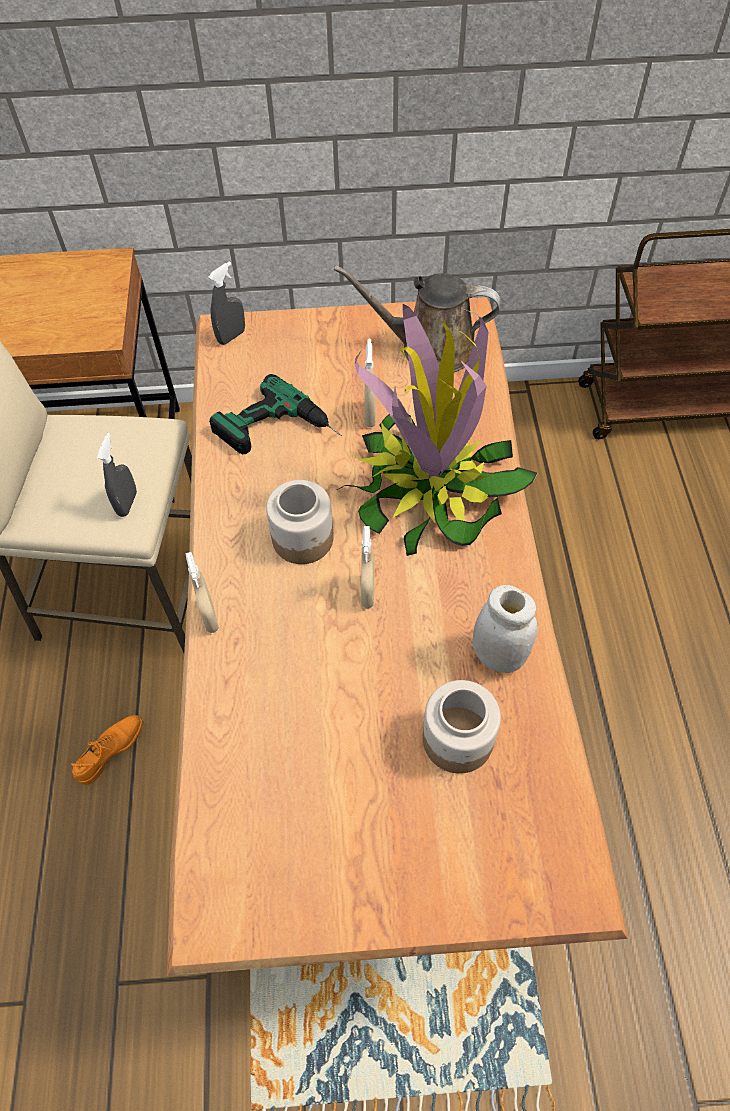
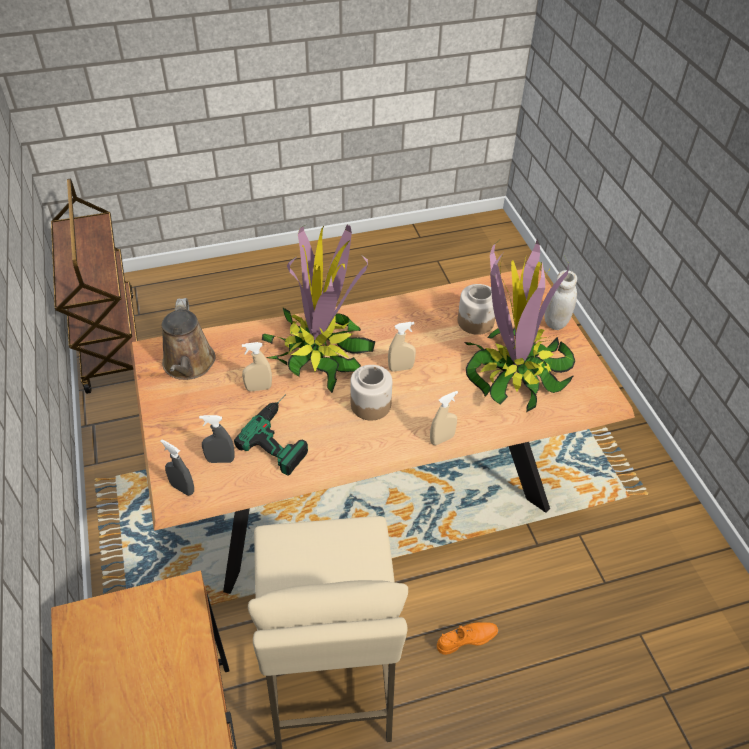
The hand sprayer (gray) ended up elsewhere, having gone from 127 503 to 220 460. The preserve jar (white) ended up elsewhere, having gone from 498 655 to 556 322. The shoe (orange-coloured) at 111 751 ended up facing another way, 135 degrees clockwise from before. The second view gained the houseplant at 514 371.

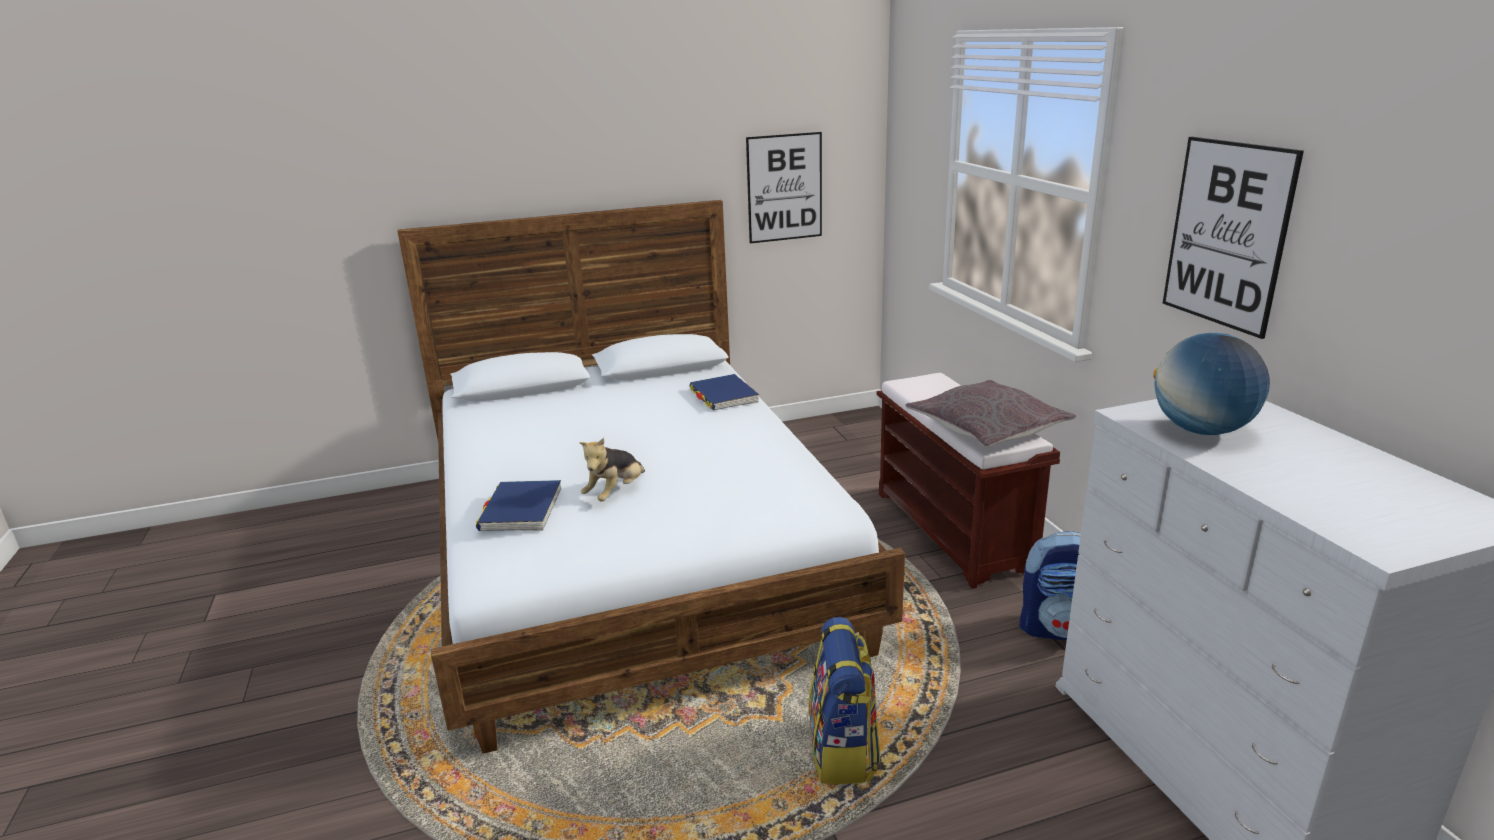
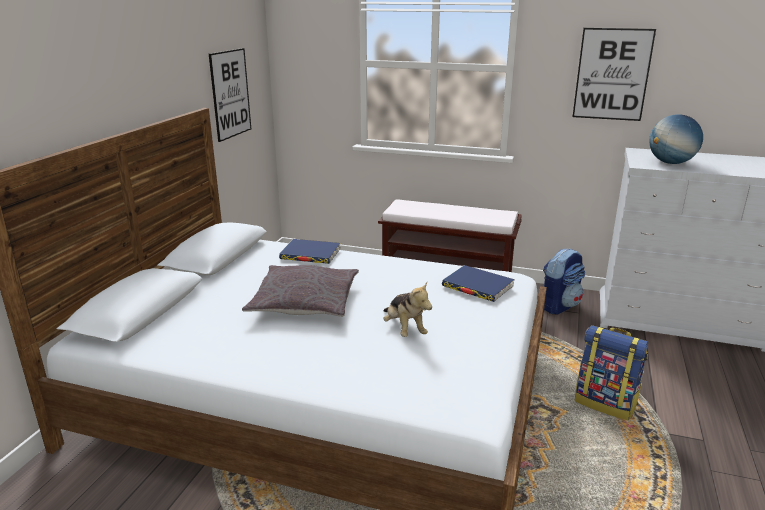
The cushion (gray) ended up elsewhere, having gone from 987 427 to 304 302. The volume (blue) ended up elsewhere, having gone from 521 510 to 477 286.

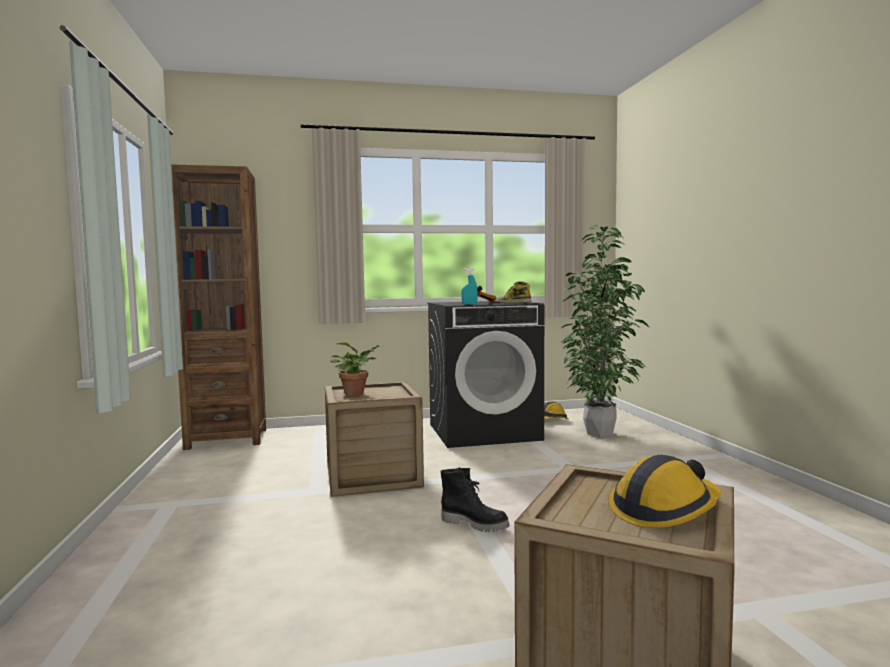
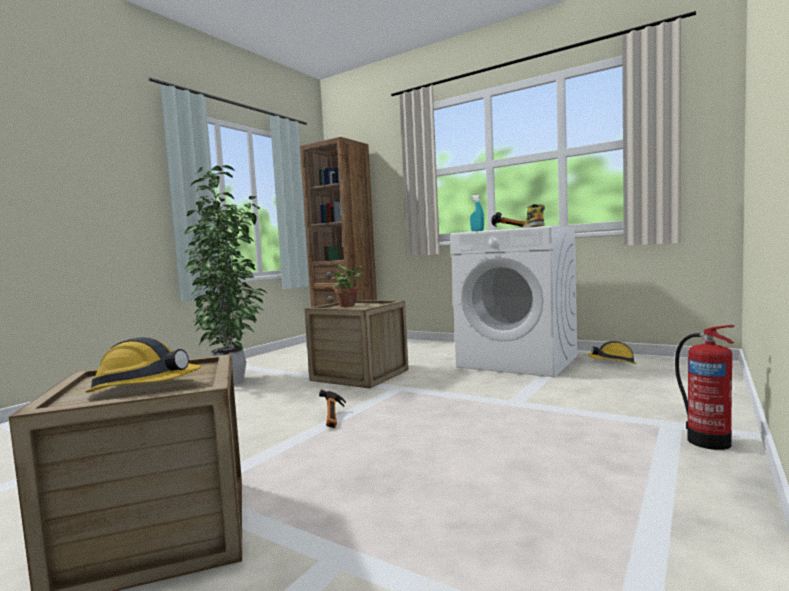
The houseplant ended up elsewhere, having gone from 602 433 to 233 381. What was the washing machine (black-coloured) at 484 432 turned into the washing machine (white) at 519 361. Where the high-top boot (black-coloured) stood at 475 524, the hammer came to stand at 335 418. The second view gained the extinguisher at 706 440.

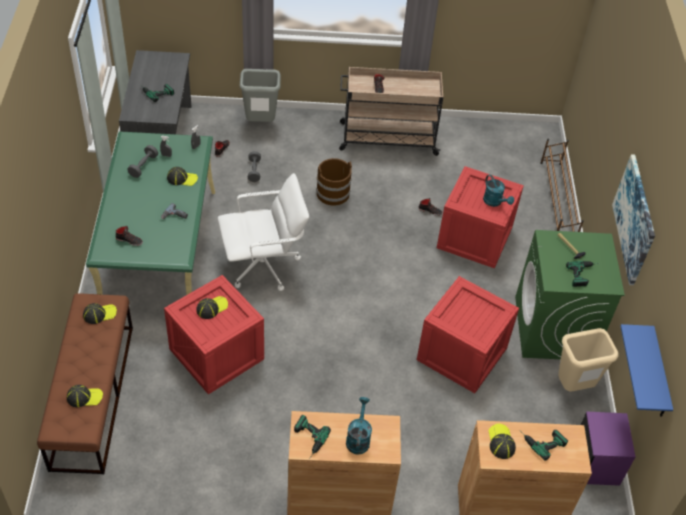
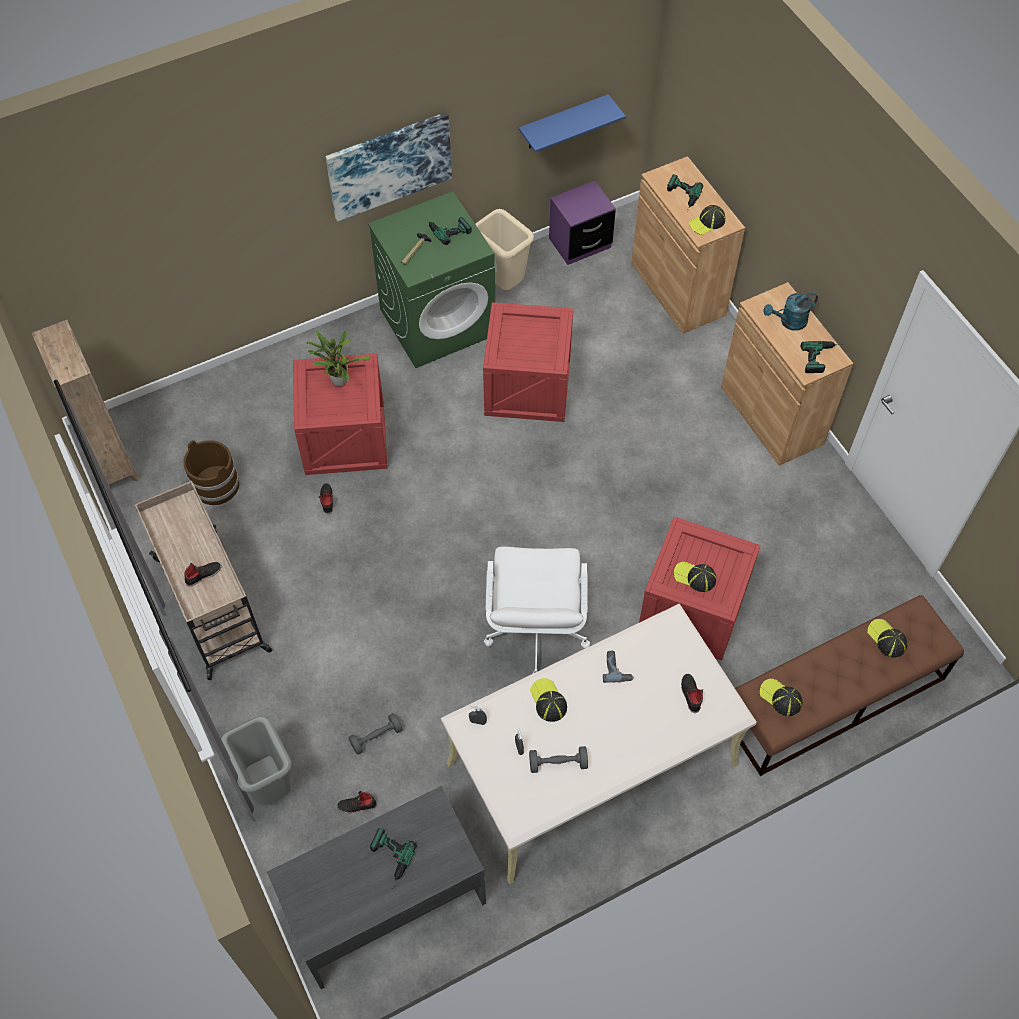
What was the desk table (green) at 160 251 turned into the desk table (beige-coloured) at 591 765. The second view lost the shoe shelf (brown) at 557 202. The pail (brown) ended up elsewhere, having gone from 333 193 to 215 485. The computer chair (white) at 263 266 ended up facing another way, 135 degrees counterclockwise from before. Where the sprinkling can (turquoise-coloured) stood at 495 202, the houseplant came to stand at 338 379. The second view gained the bookcase (brown) at 113 463.

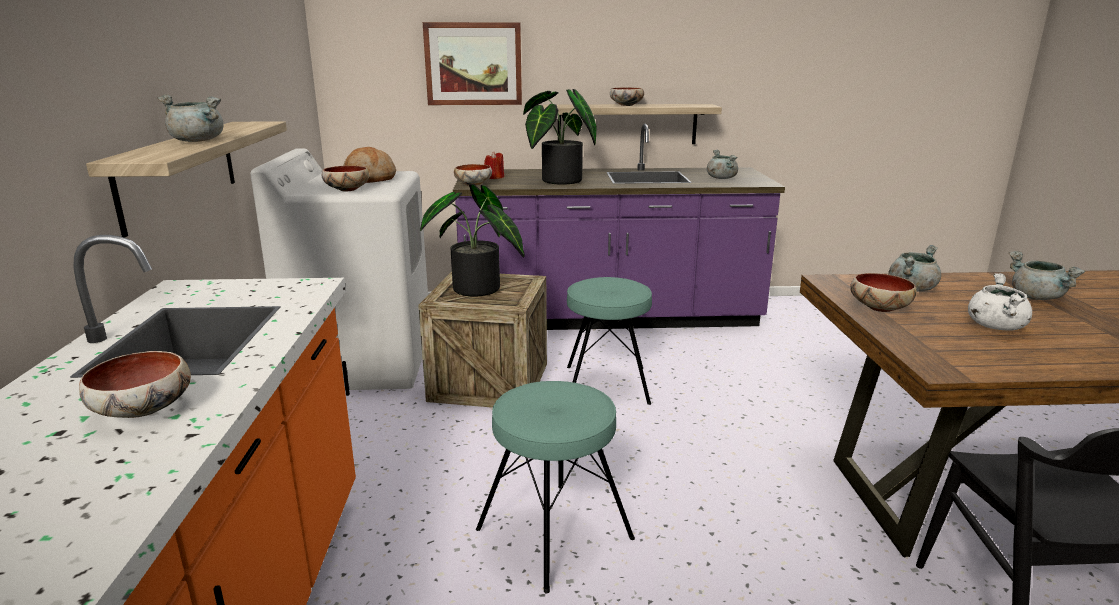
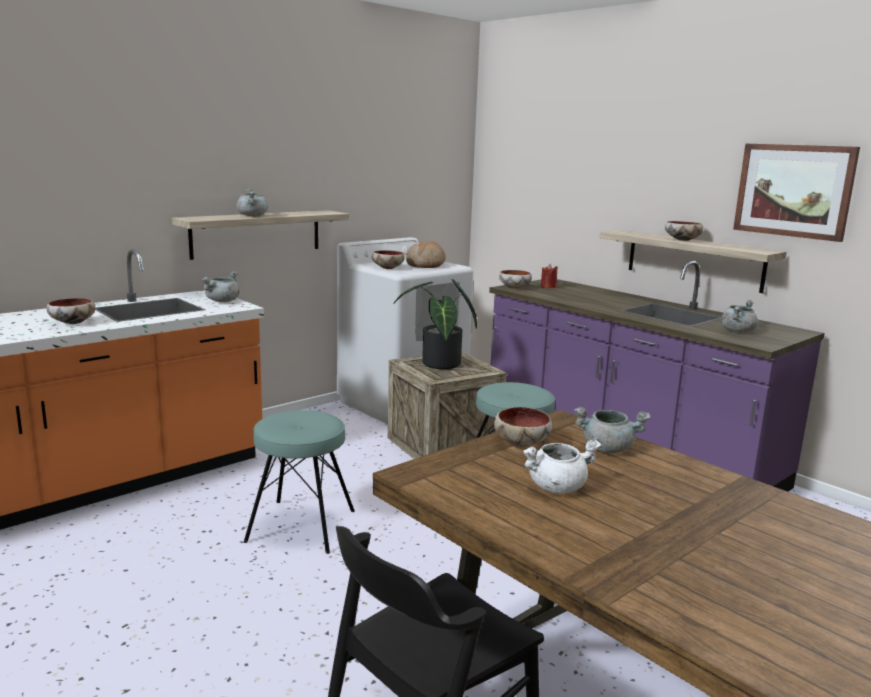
The wall picture ended up elsewhere, having gone from 473 64 to 793 190. The second view lost the houseplant at 557 181. The stockpot (gray) ended up elsewhere, having gone from 1037 298 to 222 301.

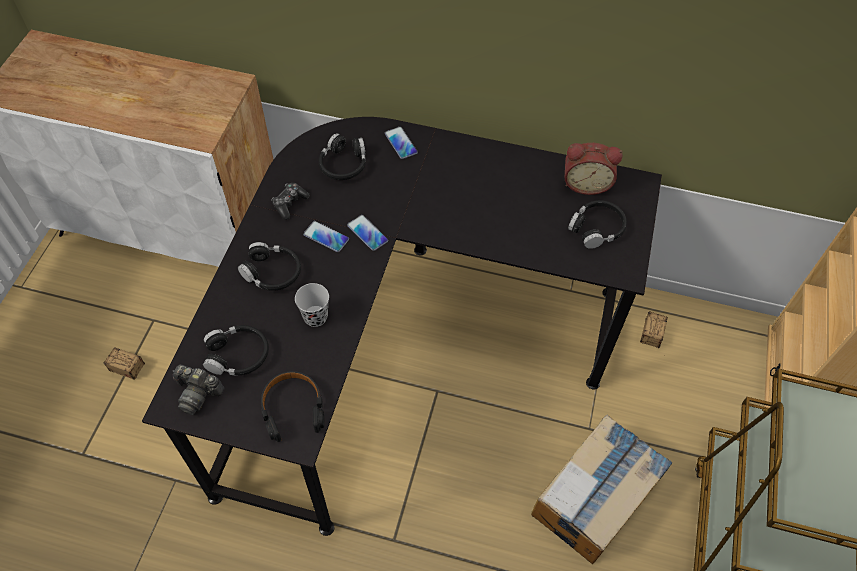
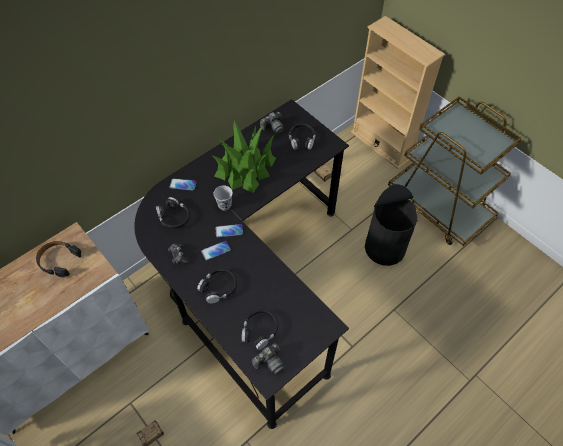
Where the alarm clock stood at 586 183, the still camera came to stand at 273 127. The small cup (black-coloured) ended up elsewhere, having gone from 315 317 to 224 205. The headset (black-coloured) ended up elsewhere, having gone from 293 408 to 59 260. Where the packing box stood at 596 496, the trash can (black-coloured) came to stand at 385 247. The second view gained the houseplant at 245 168.

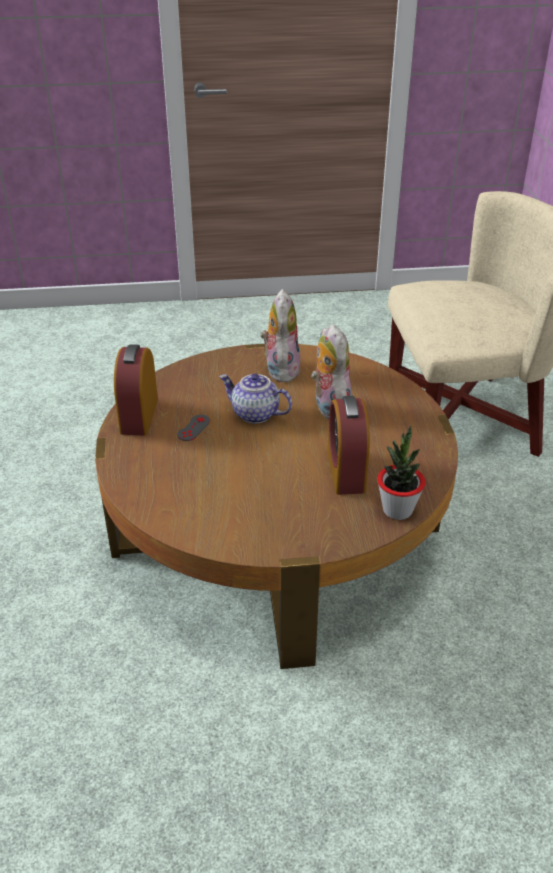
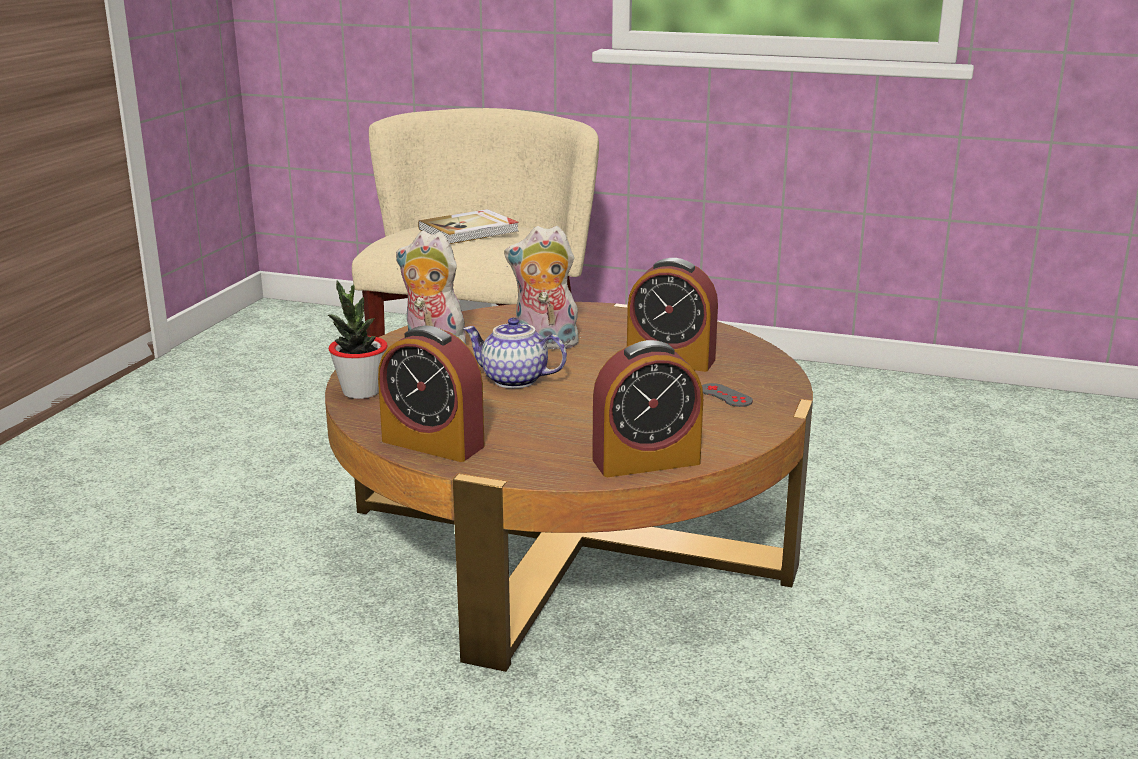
The tea pot at 254 414 ended up facing another way, 60 degrees clockwise from before. The gamepad (gray) ended up elsewhere, having gone from 194 428 to 725 395. The houseplant ended up elsewhere, having gone from 397 510 to 361 392. The second view gained the volume at 470 230. The second view gained the alarm clock at 646 461.

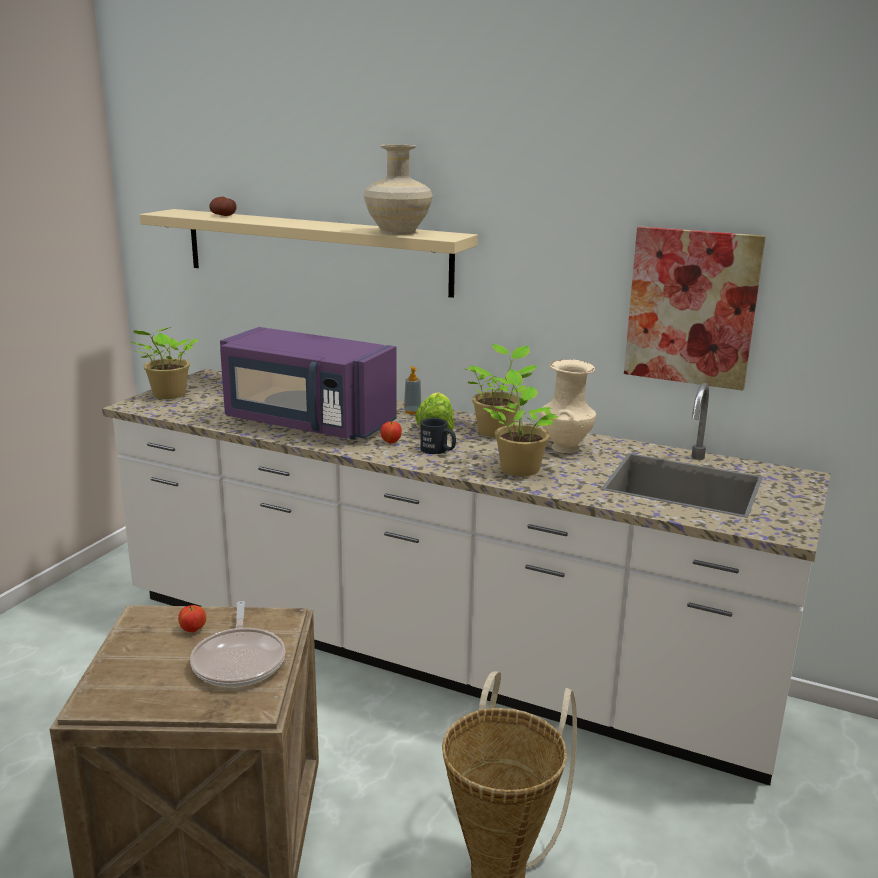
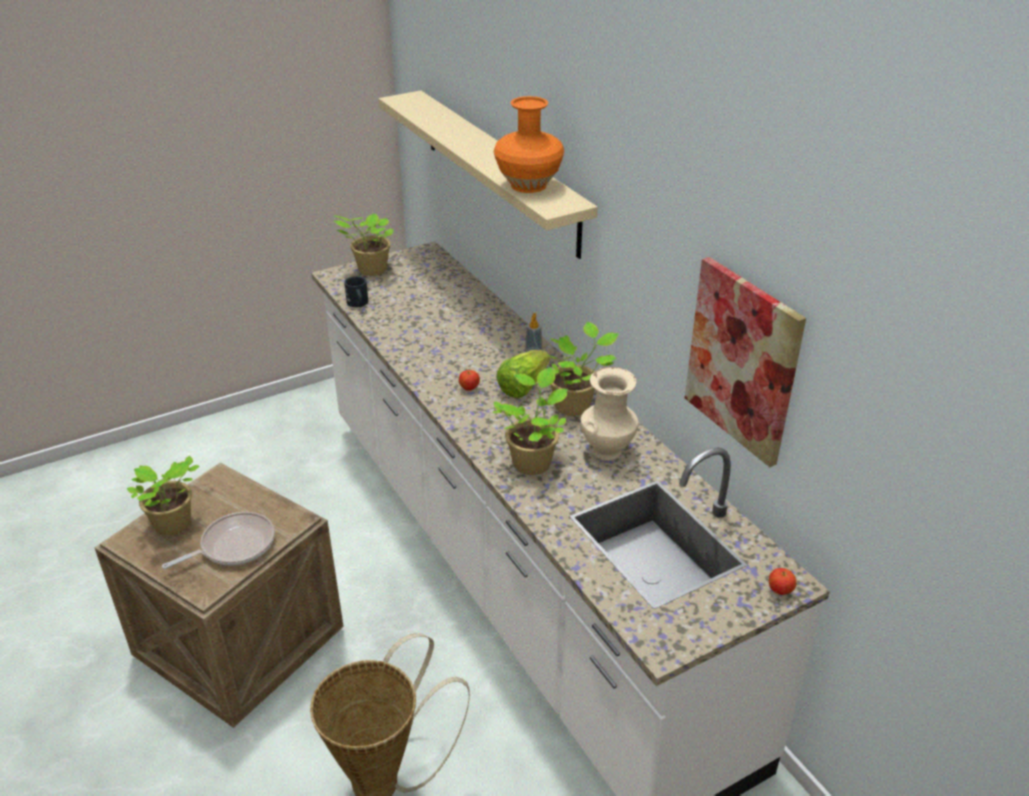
What was the flower vase (beige-coloured) at 399 232 turned into the flower vase (orange-coloured) at 529 185. The second view lost the spud at 223 215. The second view lost the kitchen microwave (purple) at 306 423. The mug (black-coloured) ended up elsewhere, having gone from 438 450 to 358 304. The frying pan at 239 660 ended up facing another way, 150 degrees counterclockwise from before. The whole apple ended up elsewhere, having gone from 193 630 to 780 591. The second view gained the houseplant at 173 525.

